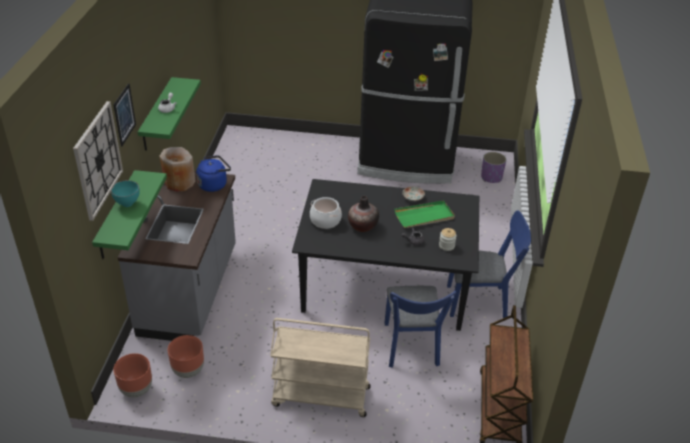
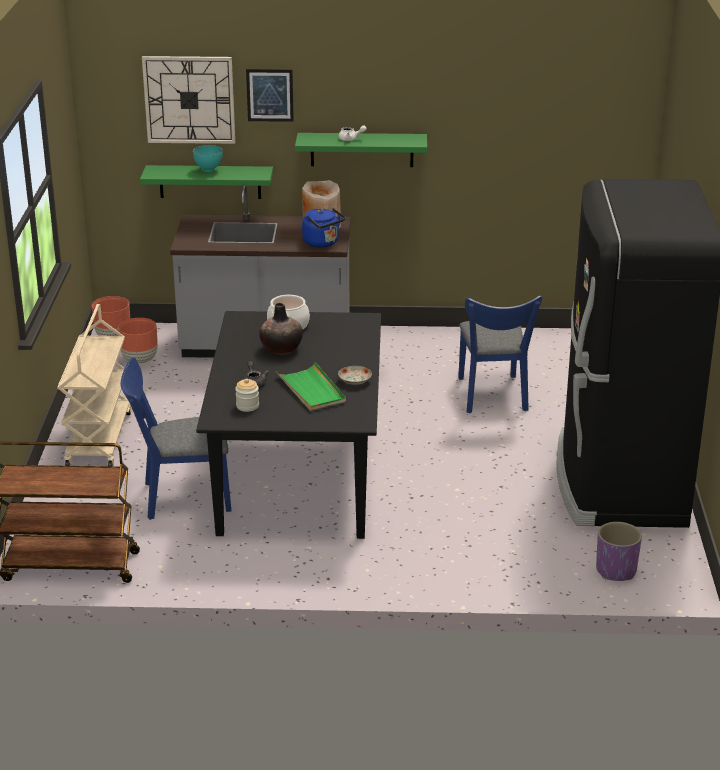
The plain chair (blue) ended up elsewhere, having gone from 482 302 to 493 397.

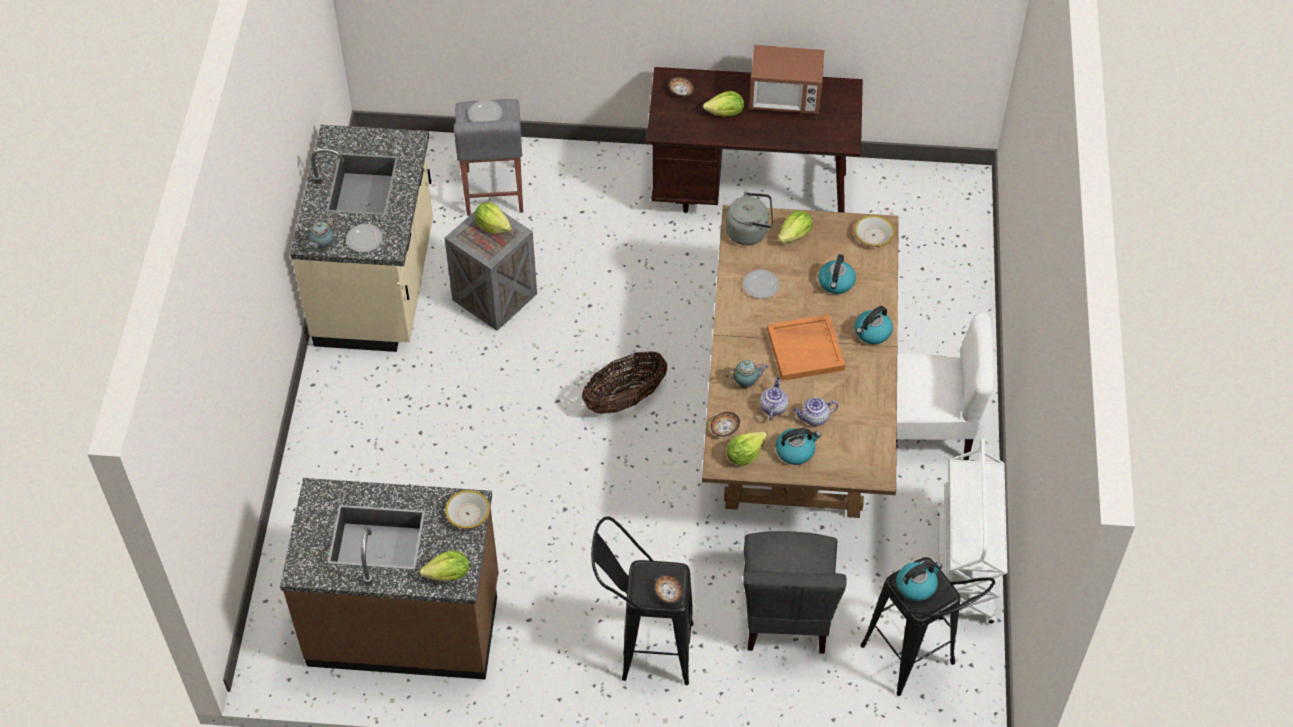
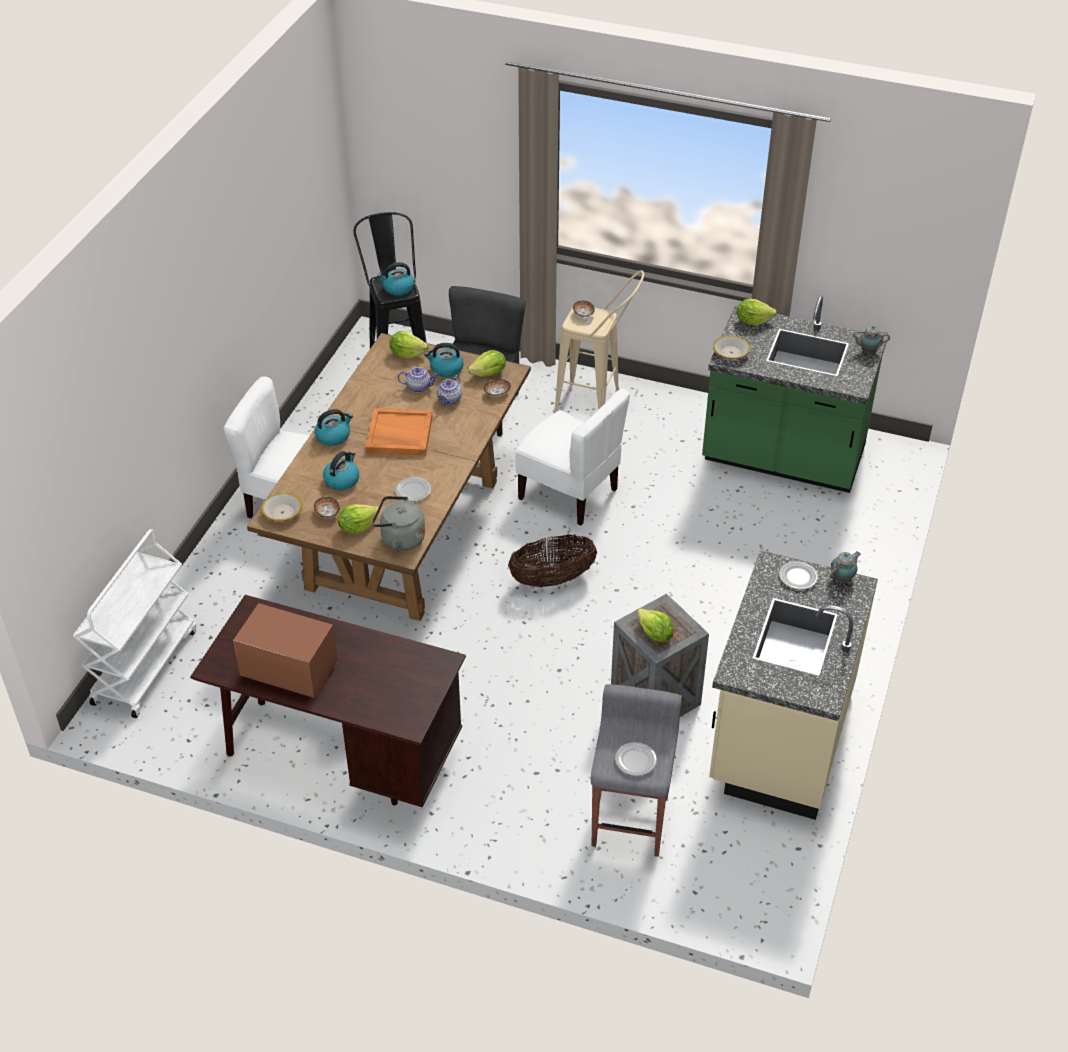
The deep dish ended up elsewhere, having gone from 681 91 to 327 513. The lettuce head ended up elsewhere, having gone from 725 113 to 407 353. The tea pot ended up elsewhere, having gone from 746 383 to 867 351. The cart (white) ended up elsewhere, having gone from 965 568 to 145 665. What was the kitchen counter (brown) at 404 621 turned into the kitchen counter (green) at 783 457. What was the sitting stool (black-coloured) at 643 650 turned into the sitting stool (beige-coloured) at 597 408. The second view gained the plain chair (white) at 569 493.

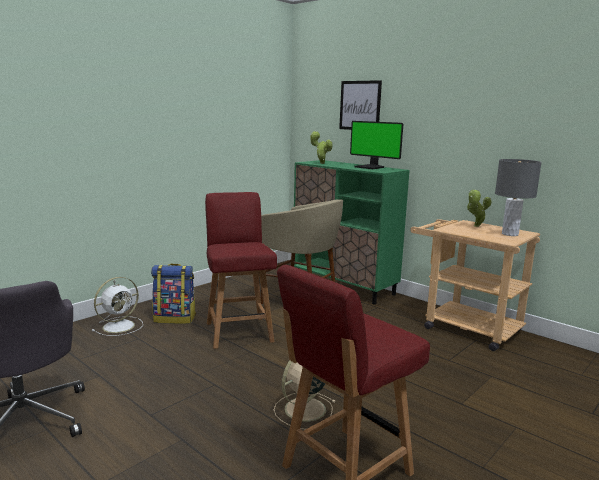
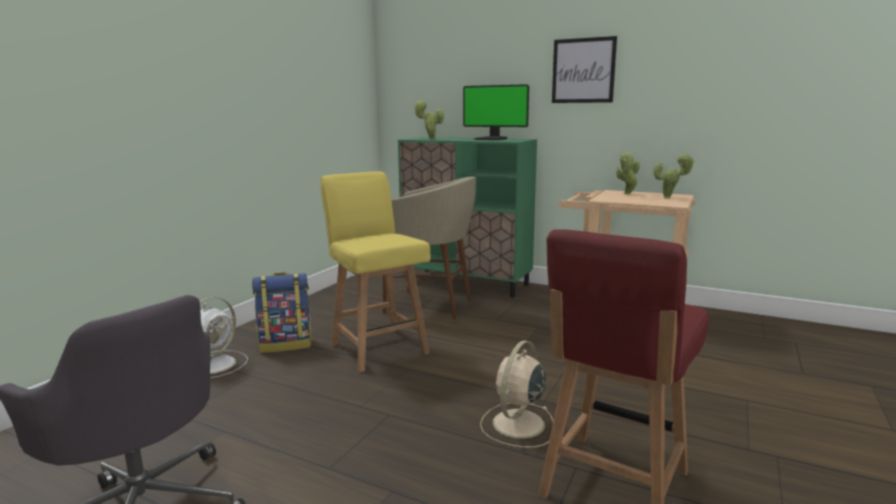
The wall picture ended up elsewhere, having gone from 360 105 to 583 70. Where the table lamp (gray) stood at 510 234, the houseplant came to stand at 669 198. What was the plain chair (red-coloured) at 239 331 turned into the plain chair (yellowish) at 378 347.

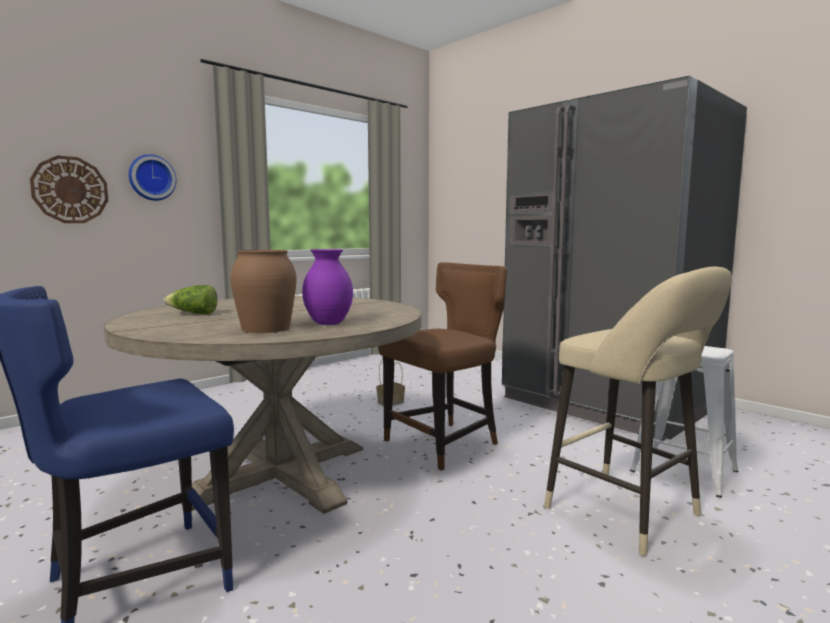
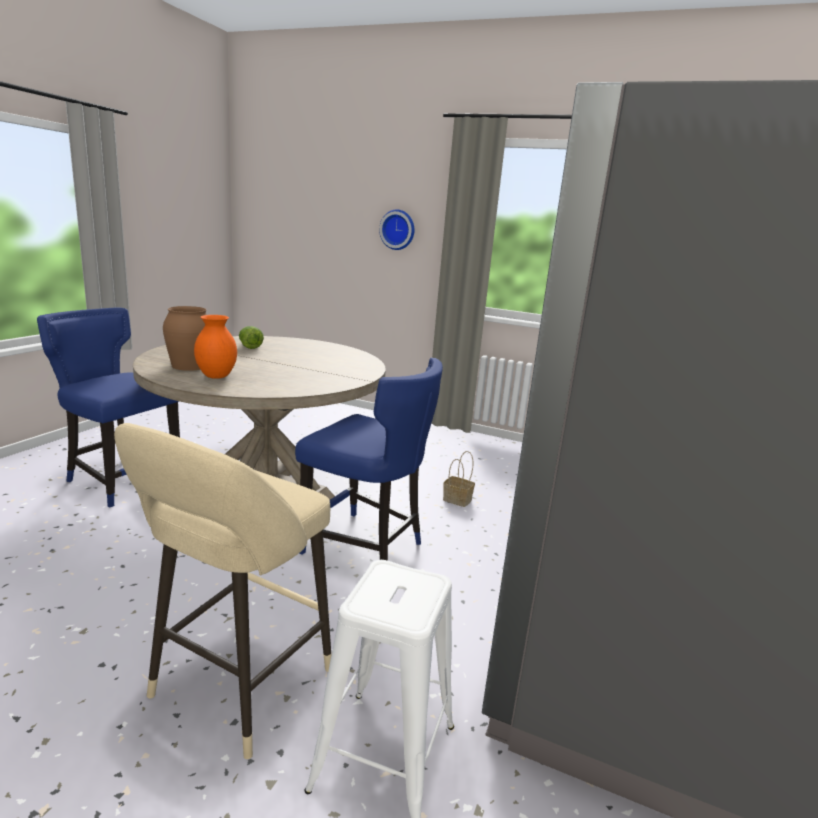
The second view lost the wall clock at 70 190. What was the flower vase (purple) at 327 324 turned into the flower vase (orange-coloured) at 216 376. What was the plain chair (brown) at 445 443 turned into the plain chair (blue) at 366 547.

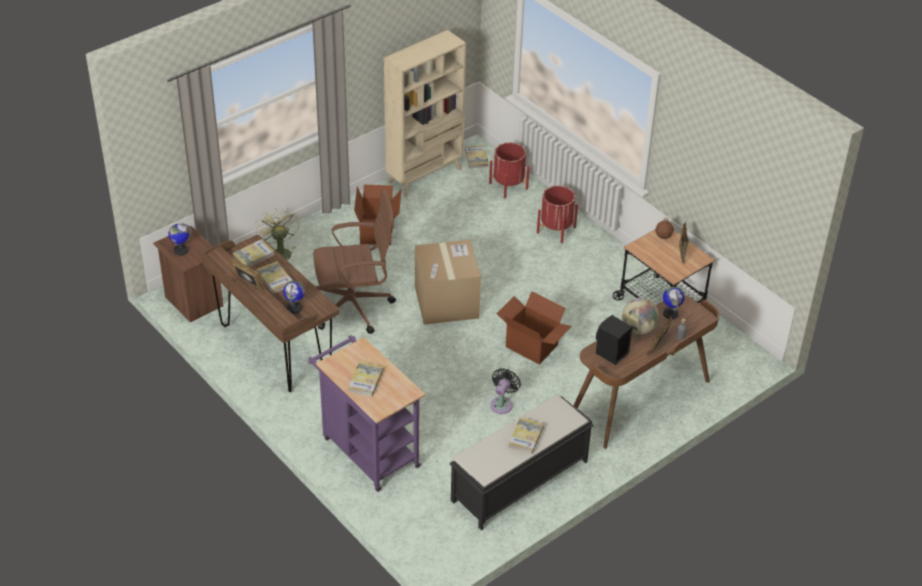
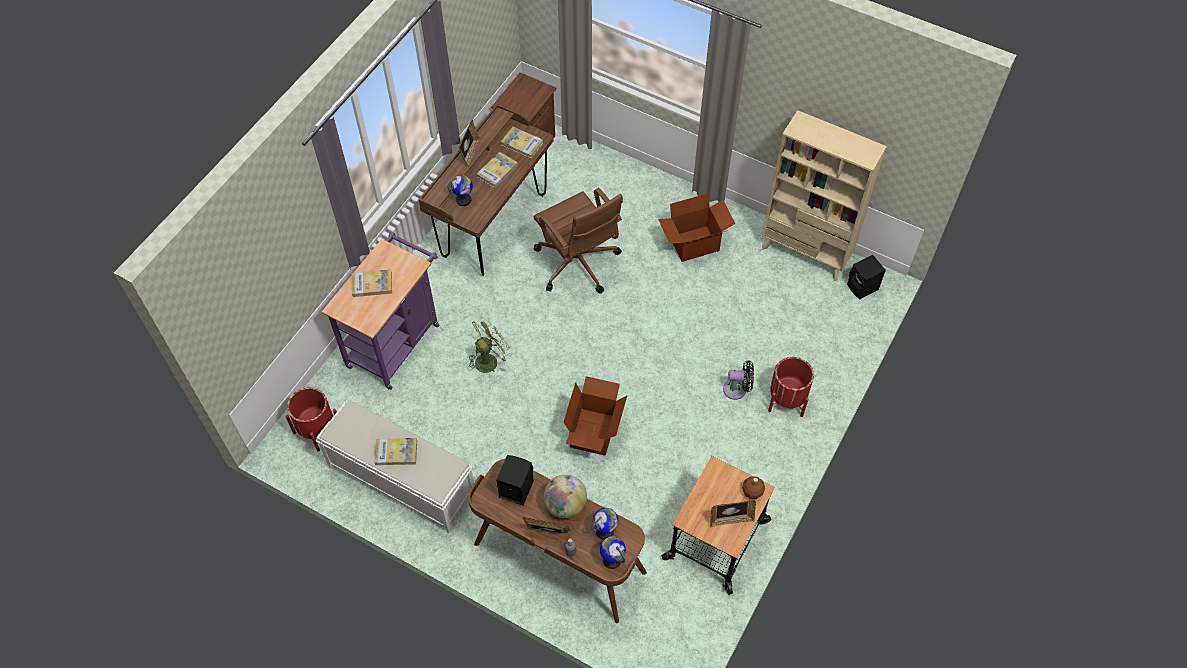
The planter (red-coloured) ended up elsewhere, having gone from 508 186 to 317 429. Where the volume stood at 476 158, the speaker (black-coloured) came to stand at 862 288. The fan (green) ended up elsewhere, having gone from 279 252 to 489 359. The world globe ended up elsewhere, having gone from 181 250 to 612 560. The second view lost the packing box at 446 302. The fan (black-coloured) ended up elsewhere, having gone from 502 403 to 737 389. What was the bench (black-coloured) at 519 481 turned into the bench (white) at 400 479.

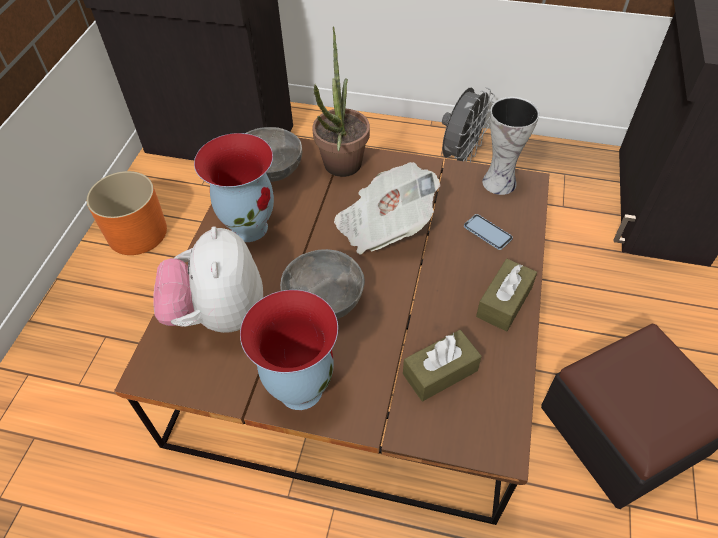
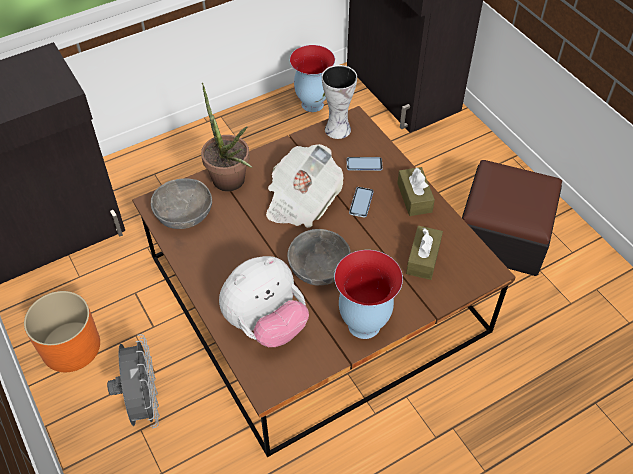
The fan (gray) ended up elsewhere, having gone from 461 156 to 143 403. The flower vase ended up elsewhere, having gone from 250 227 to 312 103. The plush toy at 219 313 ended up facing another way, 75 degrees counterclockwise from before. The second view gained the phone at 361 202.

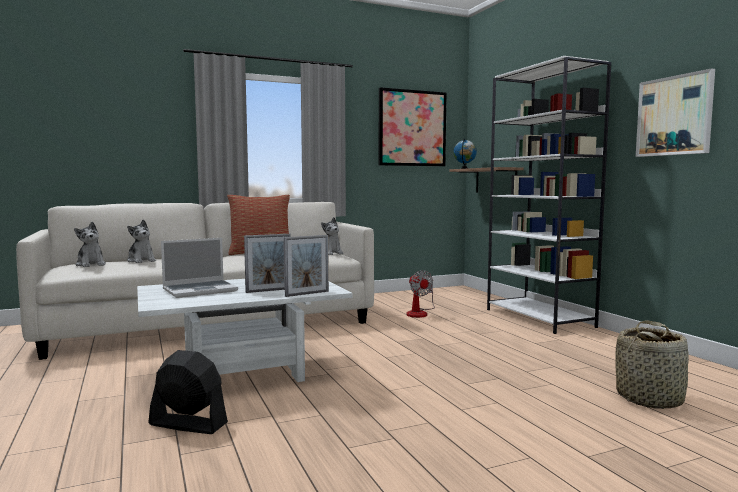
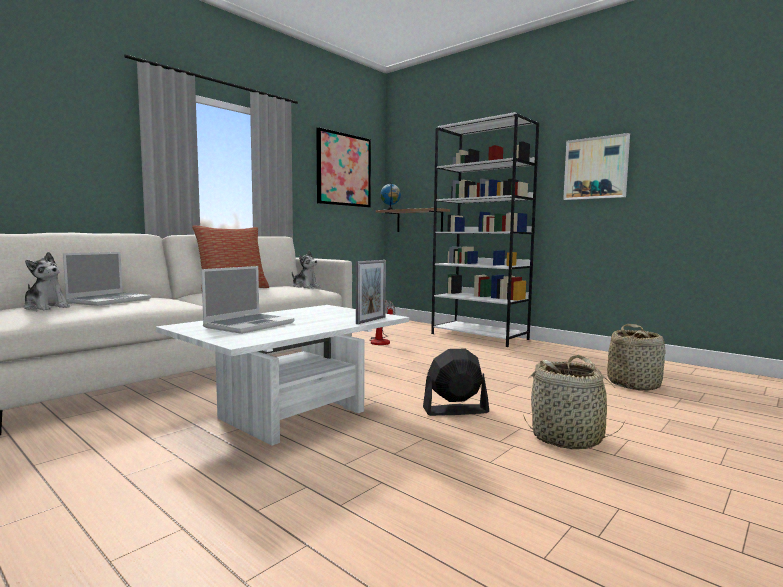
Where the plush toy stood at 141 261, the portable computer came to stand at 110 301. The second view lost the picture frame at 269 290. The fan (black-coloured) ended up elsewhere, having gone from 188 424 to 455 410. The second view gained the basket at 567 438.

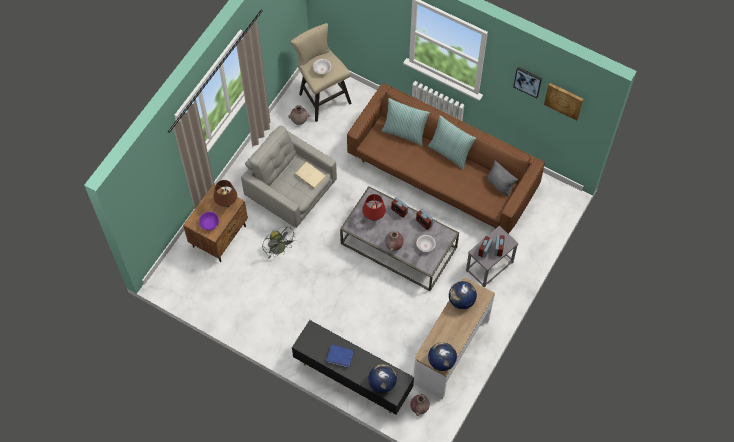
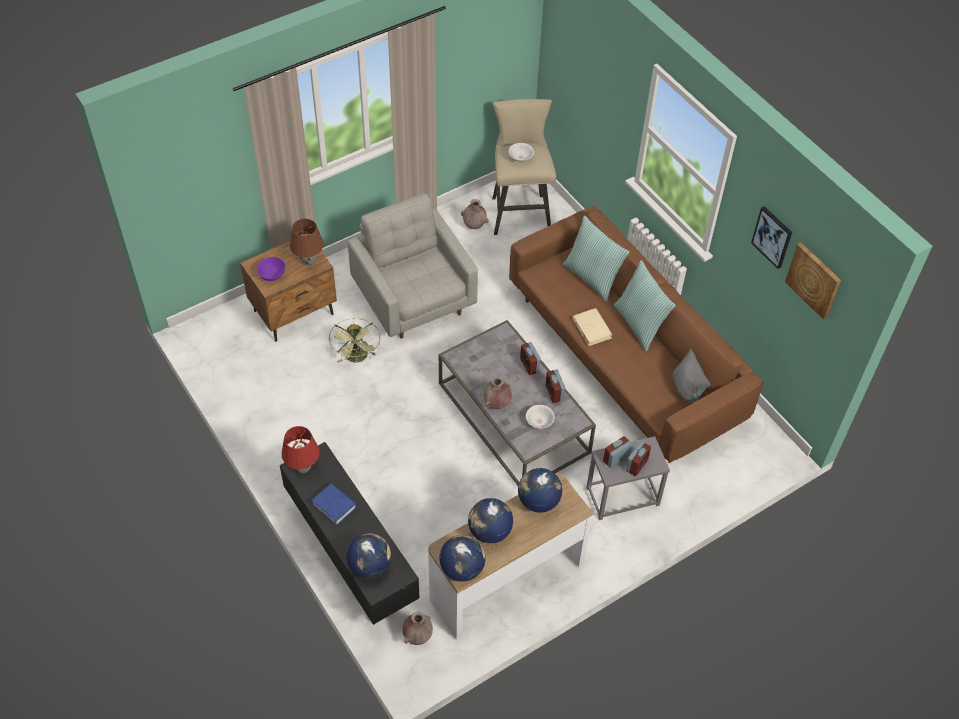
The volume (beige-coloured) ended up elsewhere, having gone from 310 176 to 591 328. The table lamp (red-coloured) ended up elsewhere, having gone from 374 217 to 303 467. What was the fan (gray) at 280 249 turned into the fan (green) at 357 358. The second view gained the world globe at 489 532.

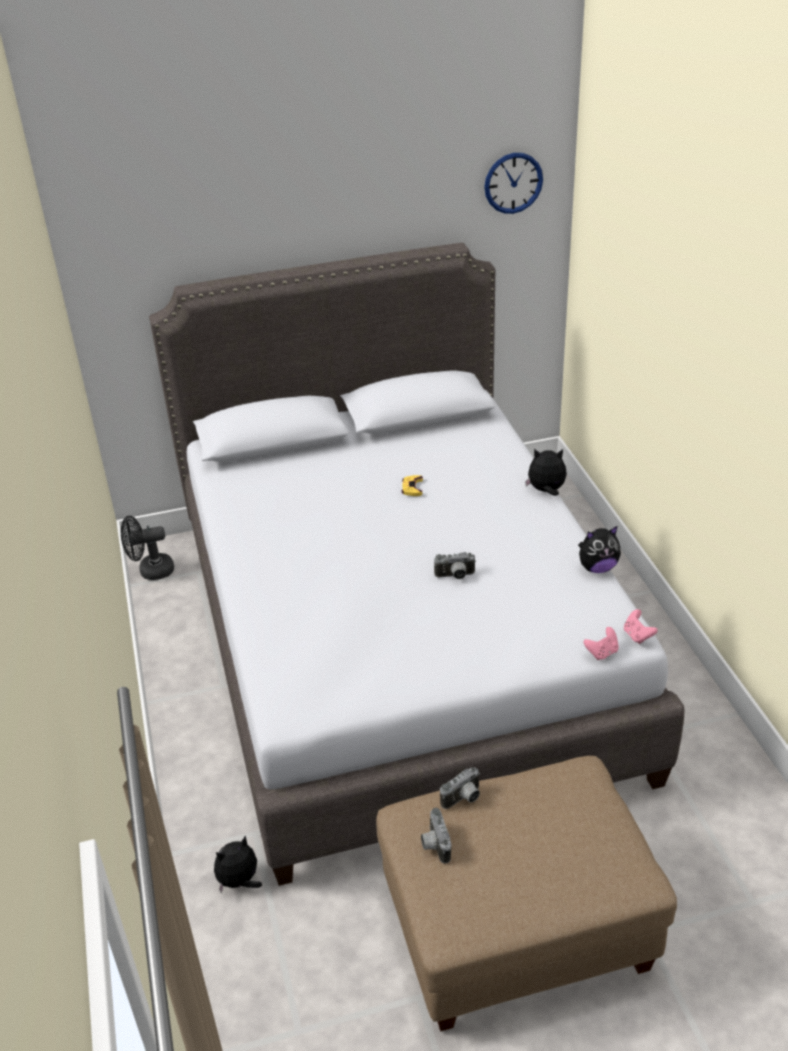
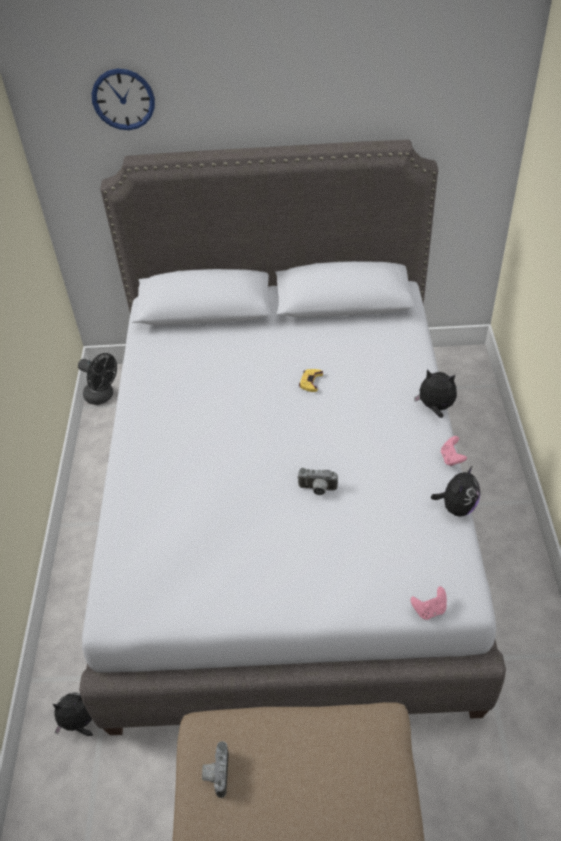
The wall clock ended up elsewhere, having gone from 513 183 to 123 99. The fan (black-coloured) at 150 571 ended up facing another way, 150 degrees counterclockwise from before. The plush toy at 597 568 ended up facing another way, 60 degrees counterclockwise from before. The gamepad (pink) ended up elsewhere, having gone from 637 635 to 451 458. The second view lost the still camera at 463 799.

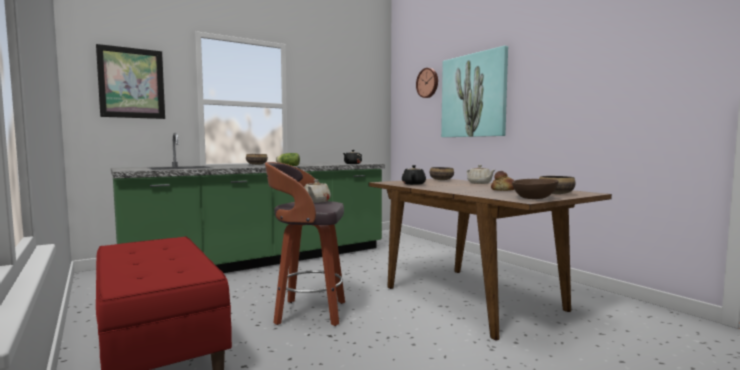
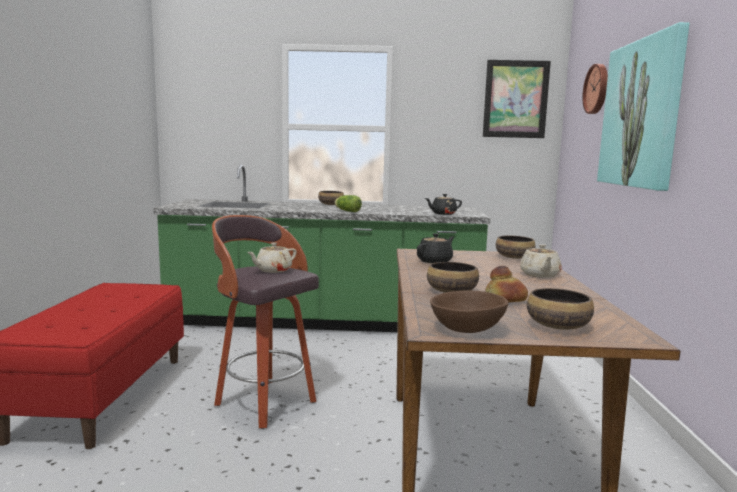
The wall picture ended up elsewhere, having gone from 132 83 to 515 99. The second view gained the deep dish at 451 291.

